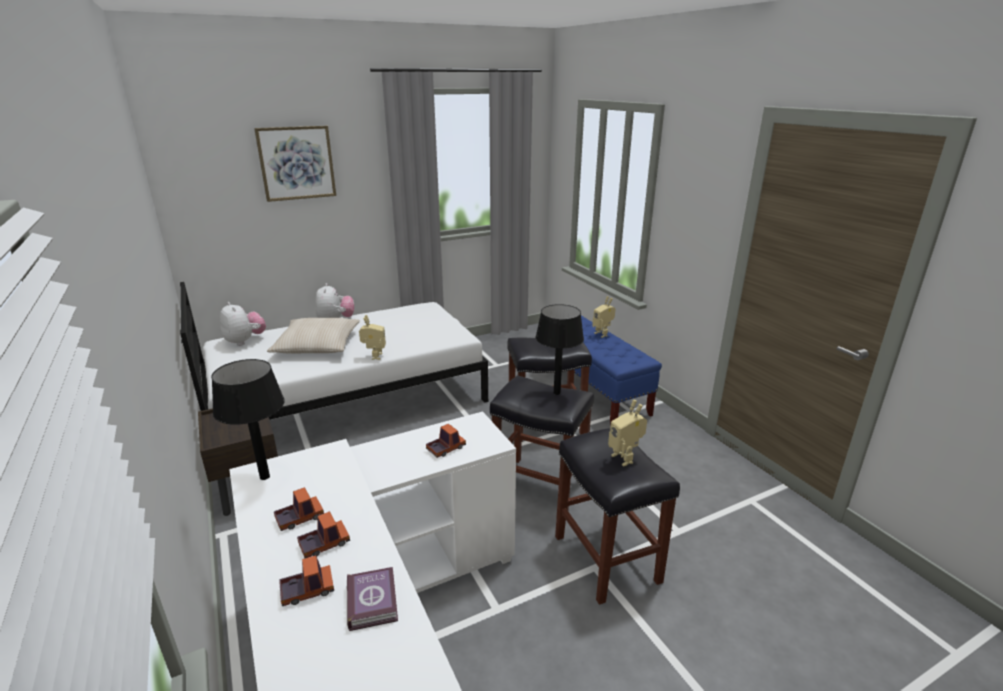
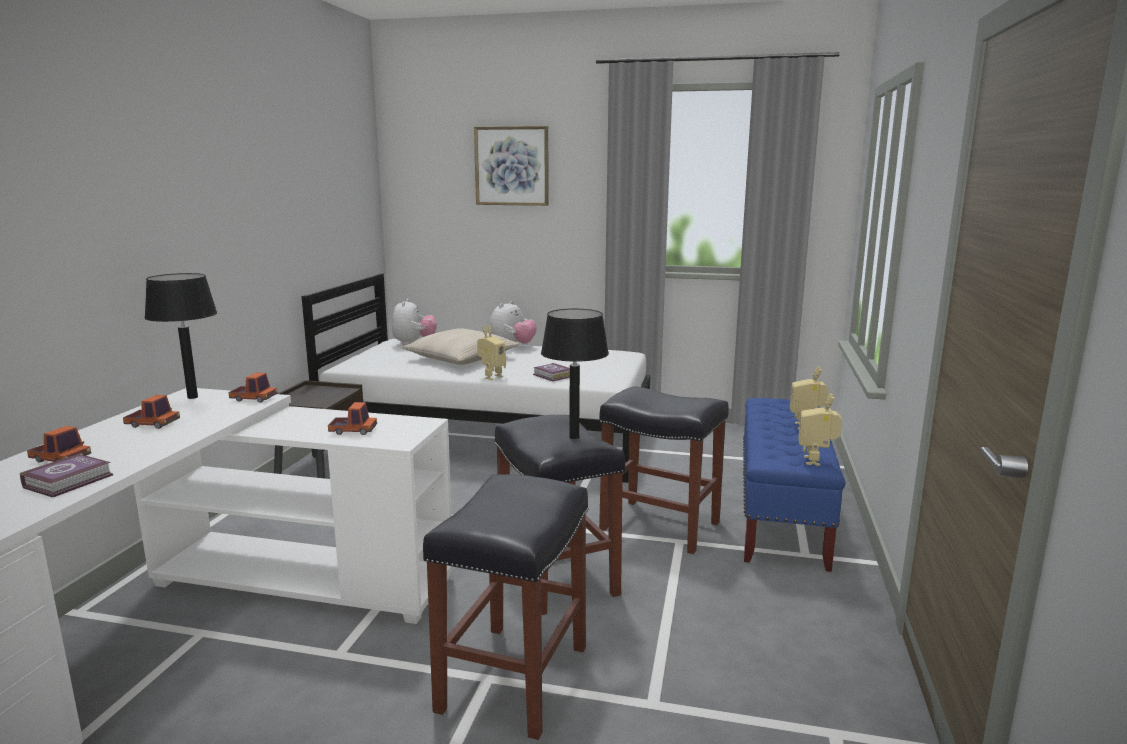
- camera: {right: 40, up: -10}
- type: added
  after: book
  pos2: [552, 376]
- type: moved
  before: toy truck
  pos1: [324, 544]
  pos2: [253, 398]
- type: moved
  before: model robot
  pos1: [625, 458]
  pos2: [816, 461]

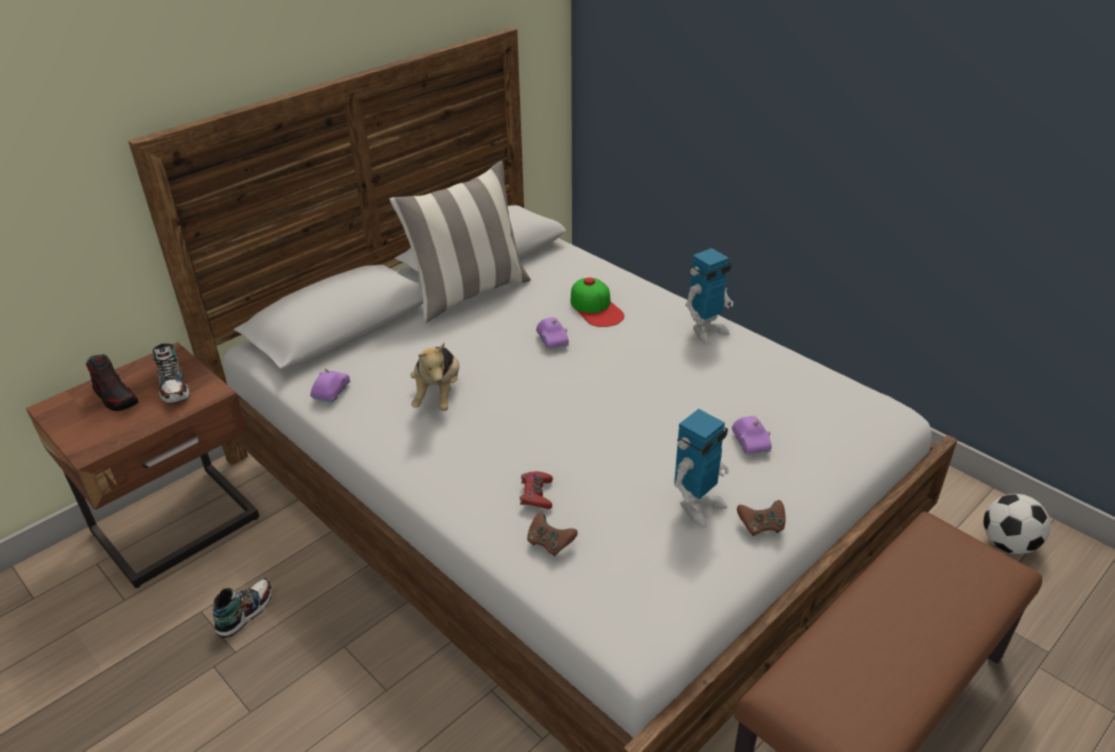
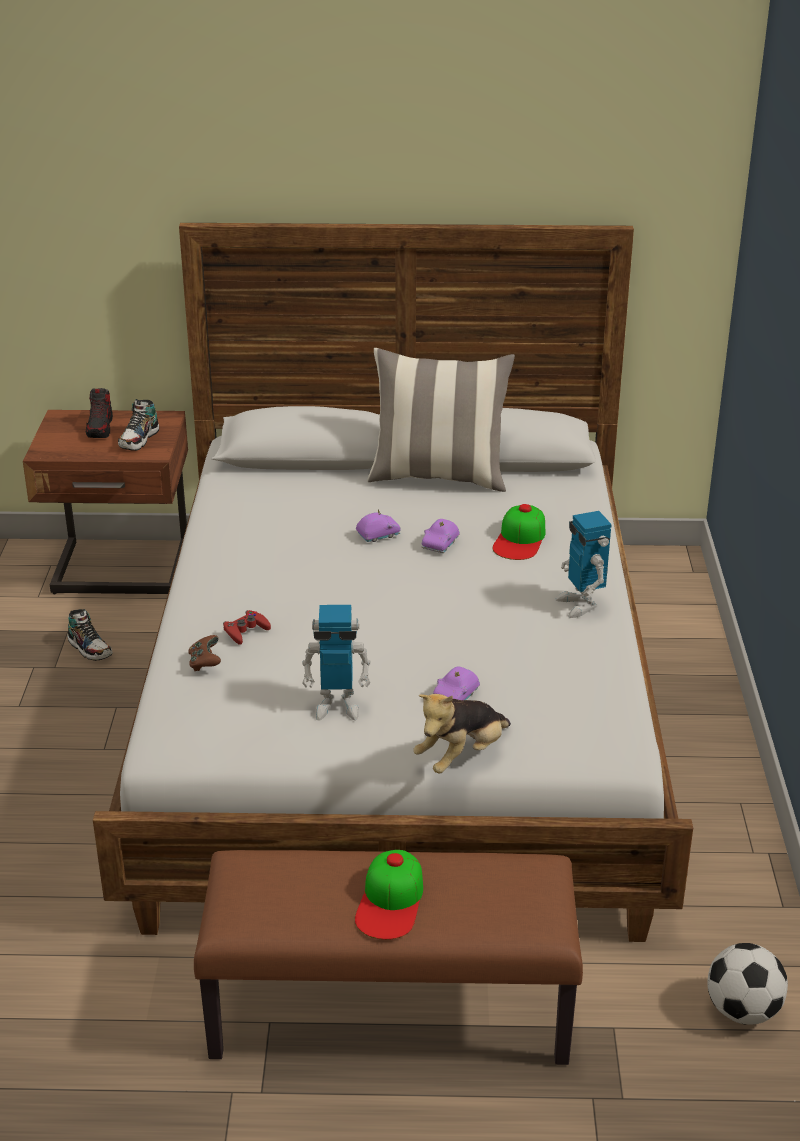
- camera: {right: 45, up: -5}
- type: removed
  before: brown-coloured gamepad
  pos1: [761, 526]
- type: added
  after: baseball cap
  pos2: [390, 901]
- type: moved
  before: purple model car
  pos1: [330, 392]
  pos2: [377, 535]
- type: moved
  before: cuddly toy
  pos1: [438, 394]
  pos2: [461, 756]
- type: turned
  before: shoe
  pos1: [245, 612]
  pos2: [90, 648]
  turn: 60
- type: turned
  before: model robot
  pos1: [706, 331]
  pos2: [580, 604]
  turn: 60

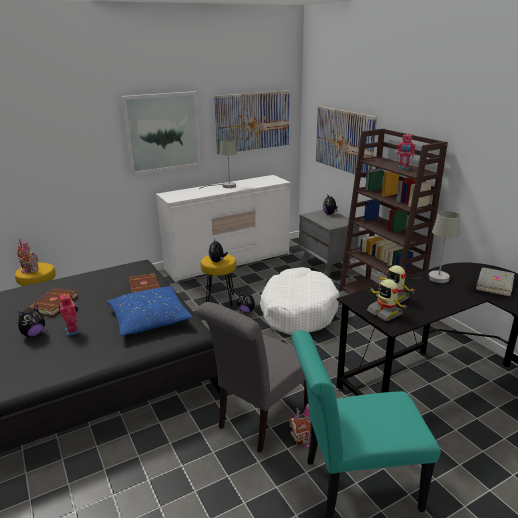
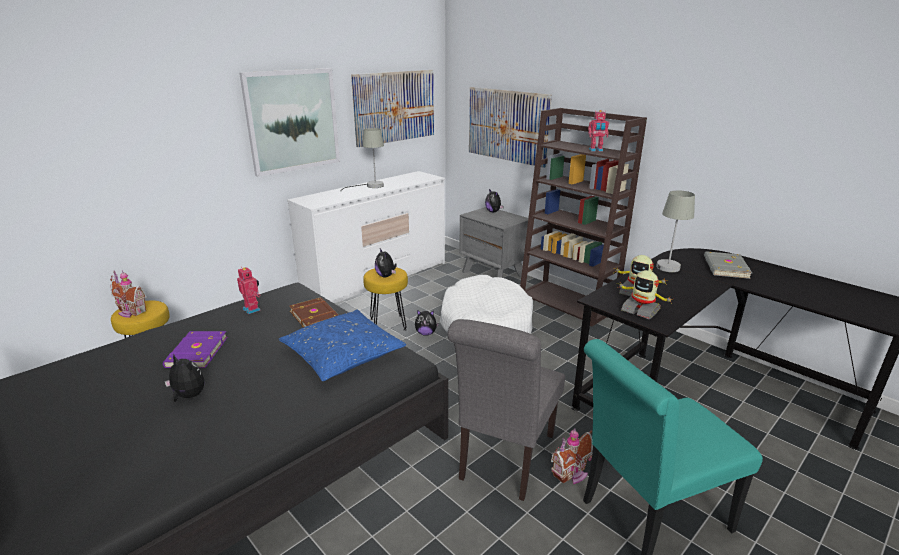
- camera: {right: -15, up: 0}
- type: moved
  before: model robot
  pos1: [73, 331]
  pos2: [252, 309]
- type: recoloured
  before: brown-coloured book
  after: purple book
  pos1: [53, 304]
  pos2: [196, 352]
- type: turned
  before: cuddly toy
  pos1: [33, 334]
  pos2: [188, 396]
  turn: -90

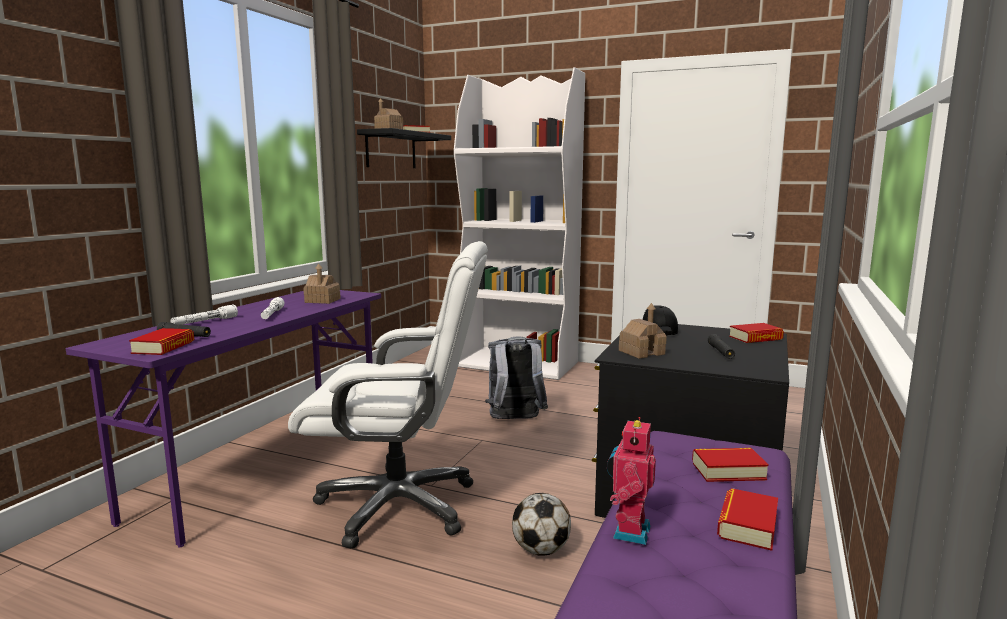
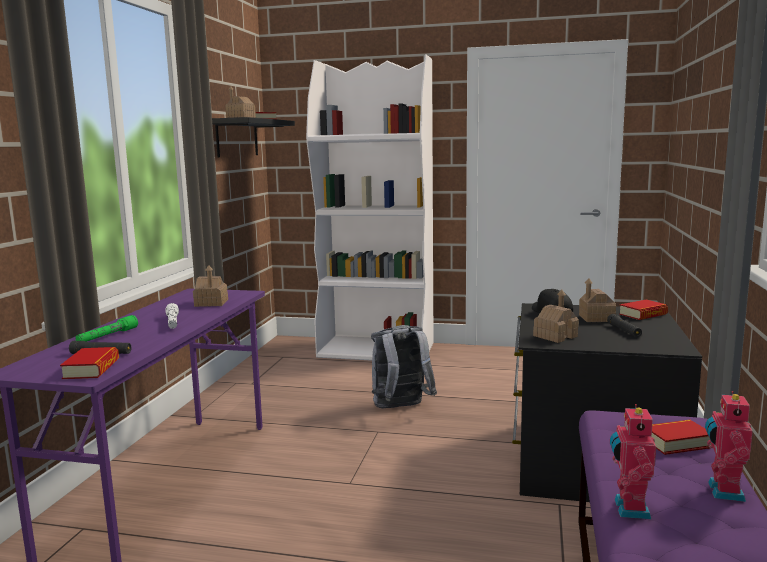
- camera: {right: -10, up: 0}
- type: removed
  before: white computer chair
  pos1: [399, 505]
- type: removed
  before: football
  pos1: [541, 550]
- type: added
  after: miniature house
  pos2: [596, 318]
- type: replaced
  before: book
  after: model robot
  pos1: [747, 525]
  pos2: [723, 491]
- type: recoloured
  before: white flashlight
  after: green flashlight
  pos1: [205, 322]
  pos2: [107, 336]

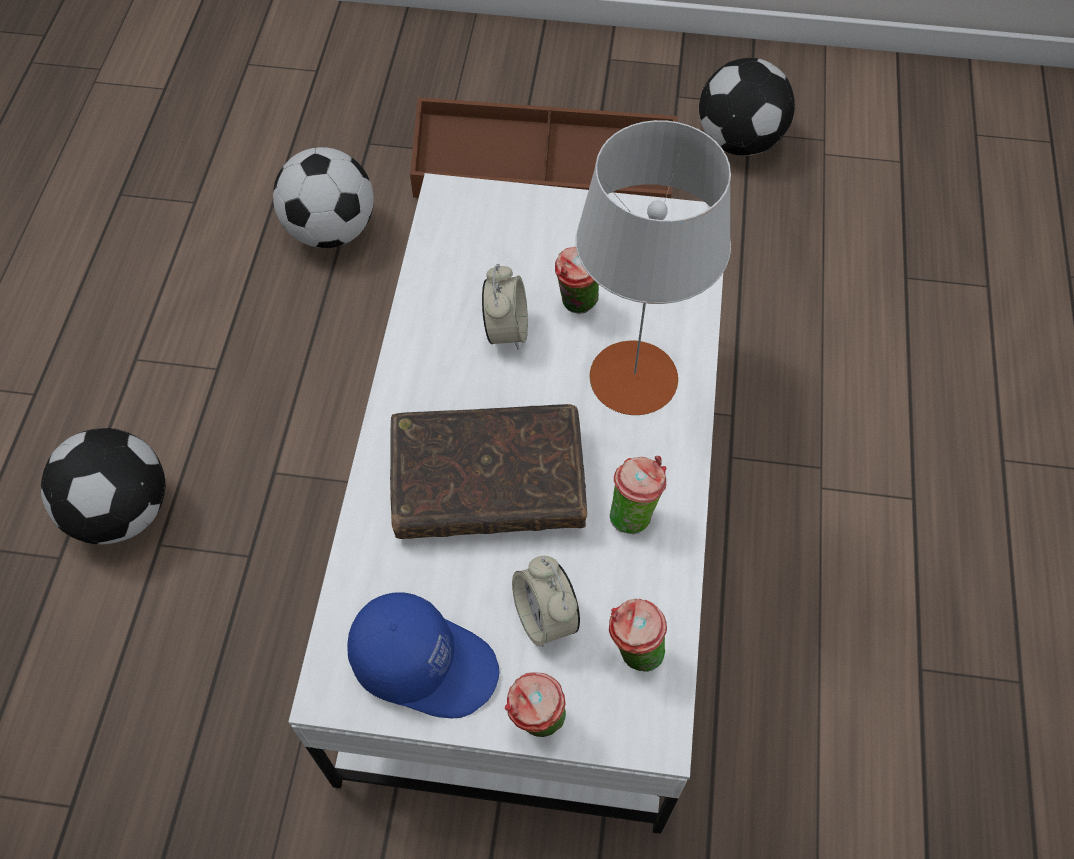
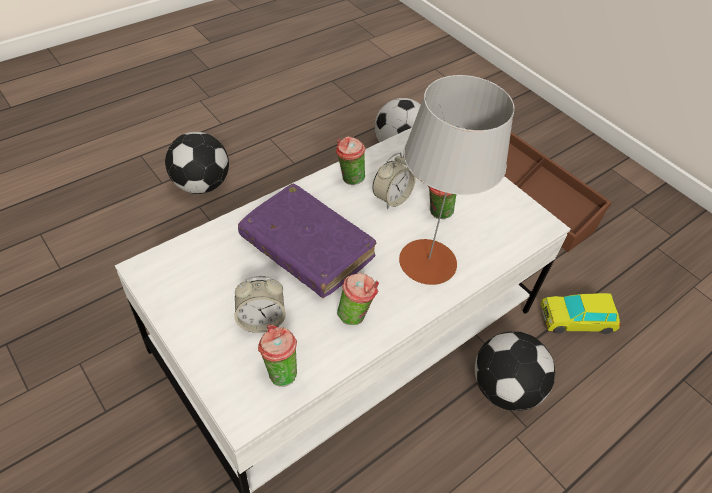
- camera: {right: 40, up: -10}
- type: removed
  before: bluish baseball cap
  pos1: [425, 661]
- type: added
  after: model car
  pos2: [576, 320]
- type: moved
  before: drinking cup
  pos1: [536, 724]
  pos2: [348, 179]
- type: moved
  before: football
  pos1: [740, 141]
  pos2: [505, 389]
- type: recoloured
  before: brown-coloured book
  after: purple book
  pos1: [488, 482]
  pos2: [307, 248]
- type: turned
  before: table clock
  pos1: [545, 617]
  pos2: [261, 320]
  turn: -120

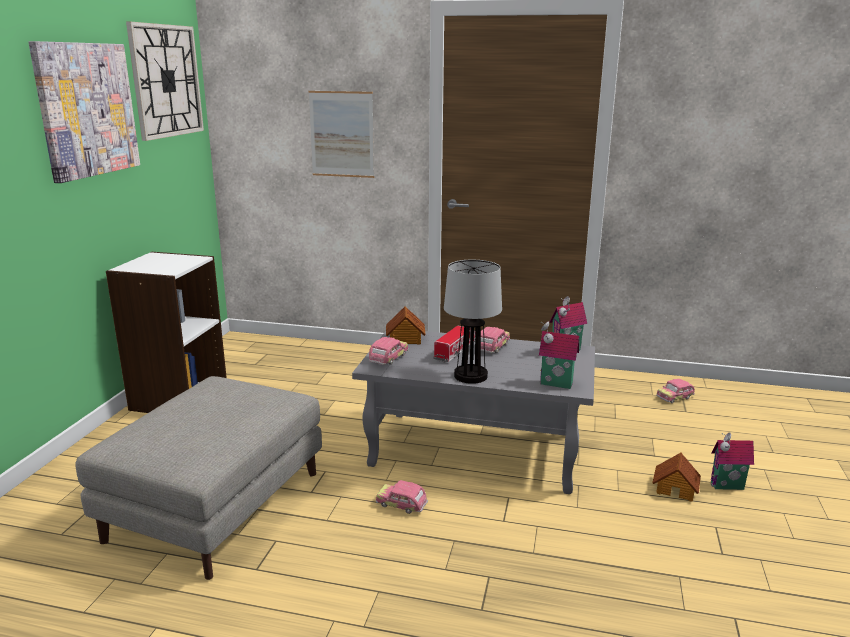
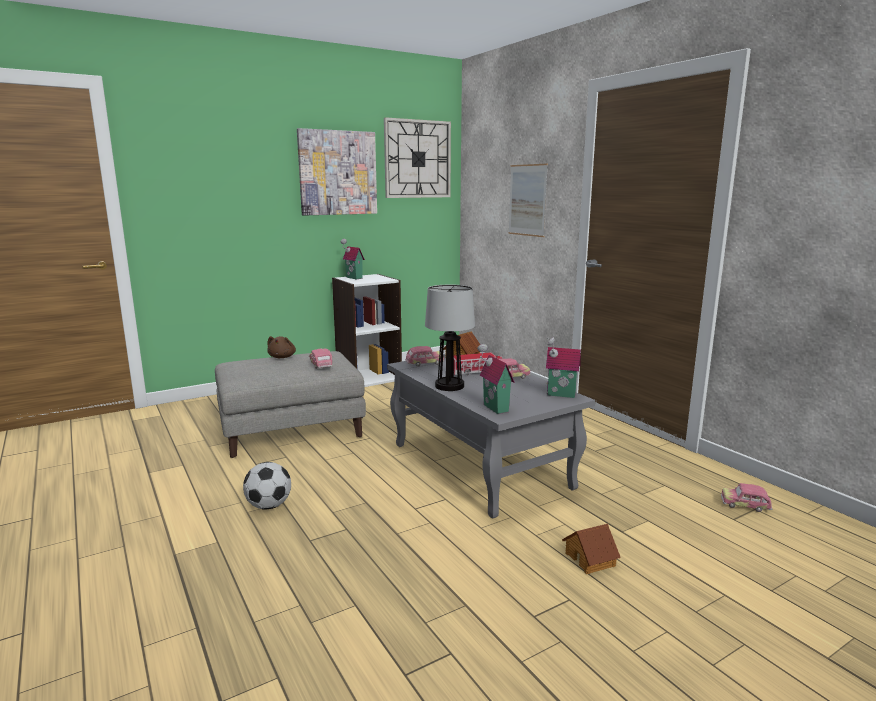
- camera: {right: 45, up: -5}
- type: added
  after: football
  pos2: [269, 506]
- type: added
  after: brown-coloured cuddly toy
  pos2: [282, 357]
- type: moved
  before: model car
  pos1: [401, 505]
  pos2: [321, 365]
- type: moved
  before: miniature house
  pos1: [727, 487]
  pos2: [353, 278]

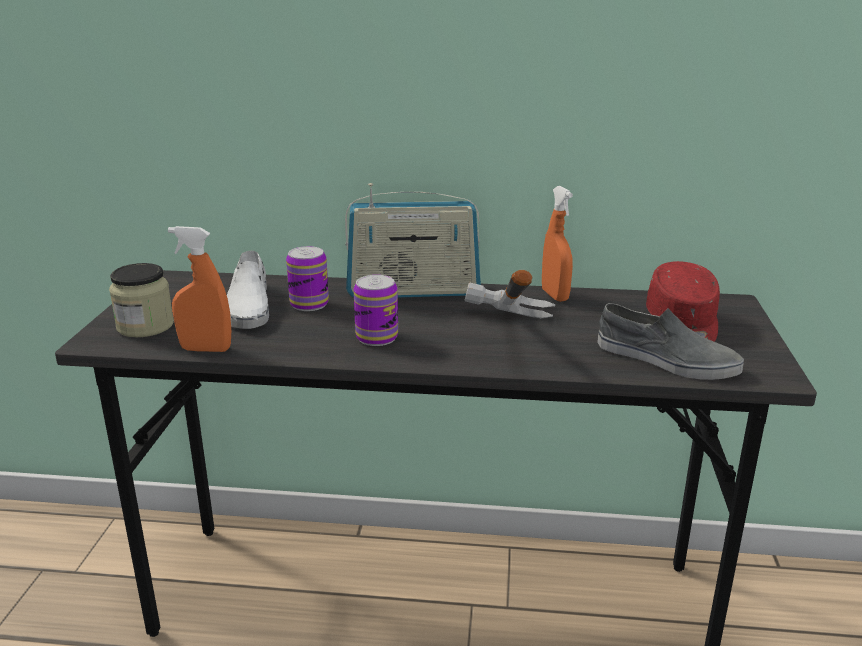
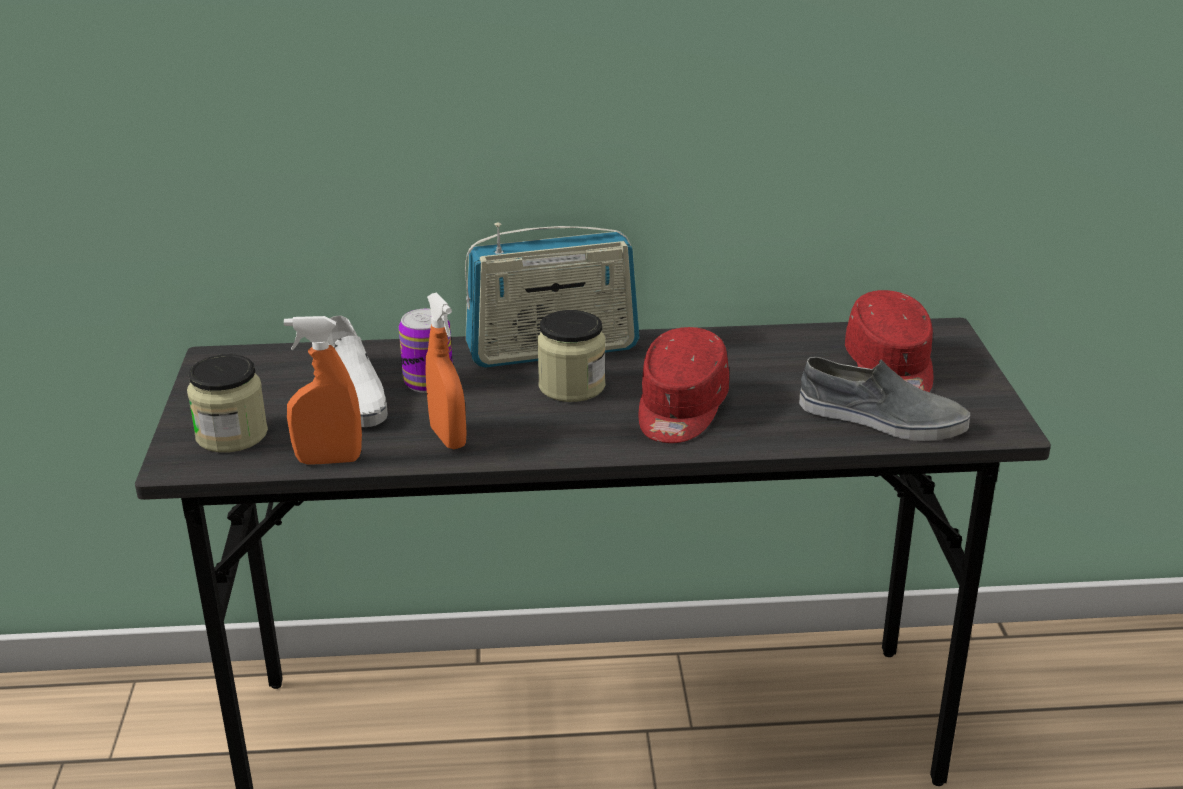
- camera: {right: -10, up: 5}
- type: removed
  before: sealed can
  pos1: [377, 338]
- type: added
  after: storage jar
  pos2: [572, 386]
- type: moved
  before: orange sprayer
  pos1: [555, 295]
  pos2: [448, 438]
- type: replaced
  before: tool hammer
  after: red-coloured baseball cap
  pos1: [497, 339]
  pos2: [680, 409]

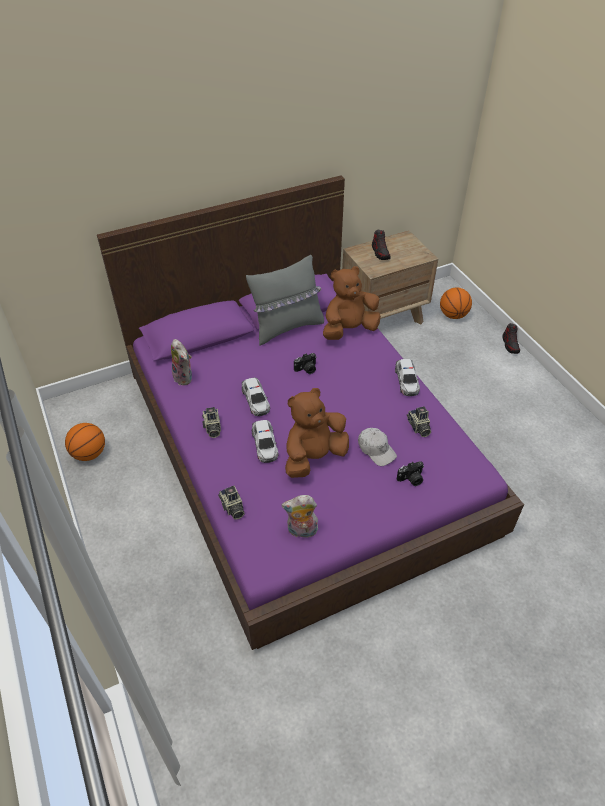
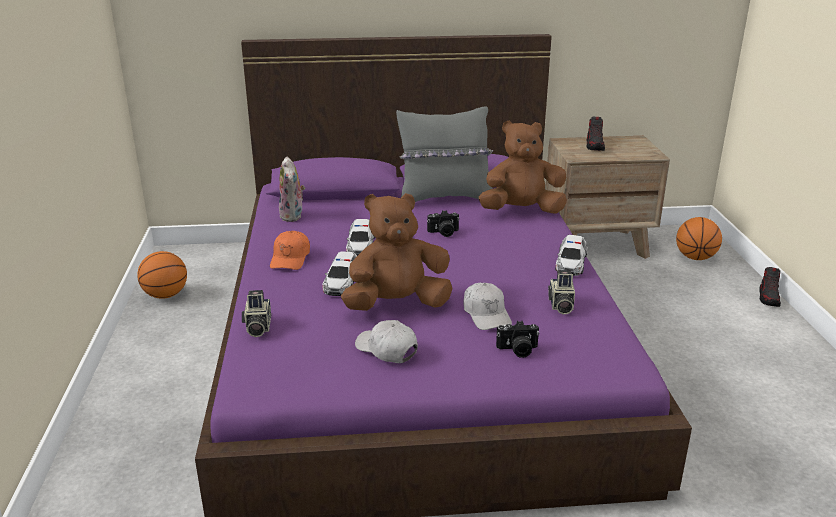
- camera: {right: 20, up: -20}
- type: removed
  before: cuddly toy
  pos1: [301, 531]
- type: added
  after: white baseball cap
  pos2: [387, 349]
- type: replaced
  before: photo camera
  after: orange baseball cap
  pos1: [212, 428]
  pos2: [290, 258]

